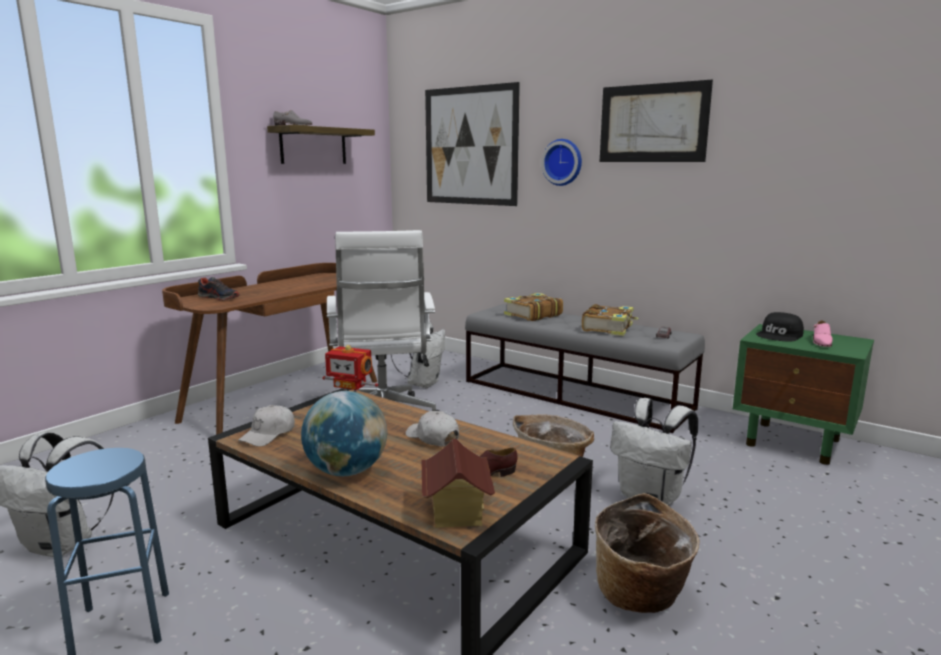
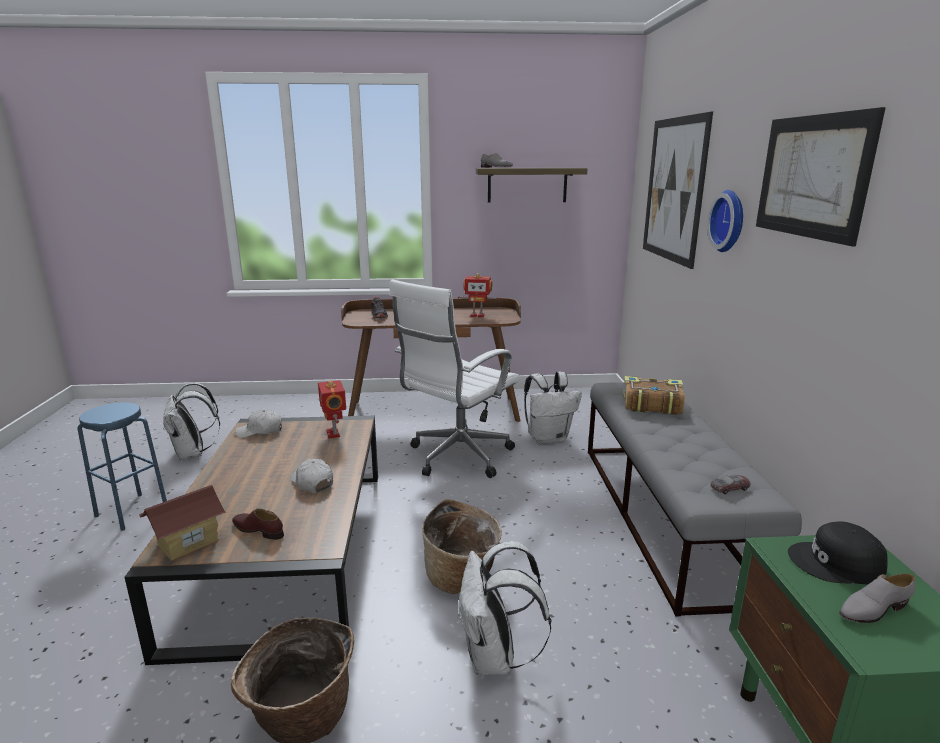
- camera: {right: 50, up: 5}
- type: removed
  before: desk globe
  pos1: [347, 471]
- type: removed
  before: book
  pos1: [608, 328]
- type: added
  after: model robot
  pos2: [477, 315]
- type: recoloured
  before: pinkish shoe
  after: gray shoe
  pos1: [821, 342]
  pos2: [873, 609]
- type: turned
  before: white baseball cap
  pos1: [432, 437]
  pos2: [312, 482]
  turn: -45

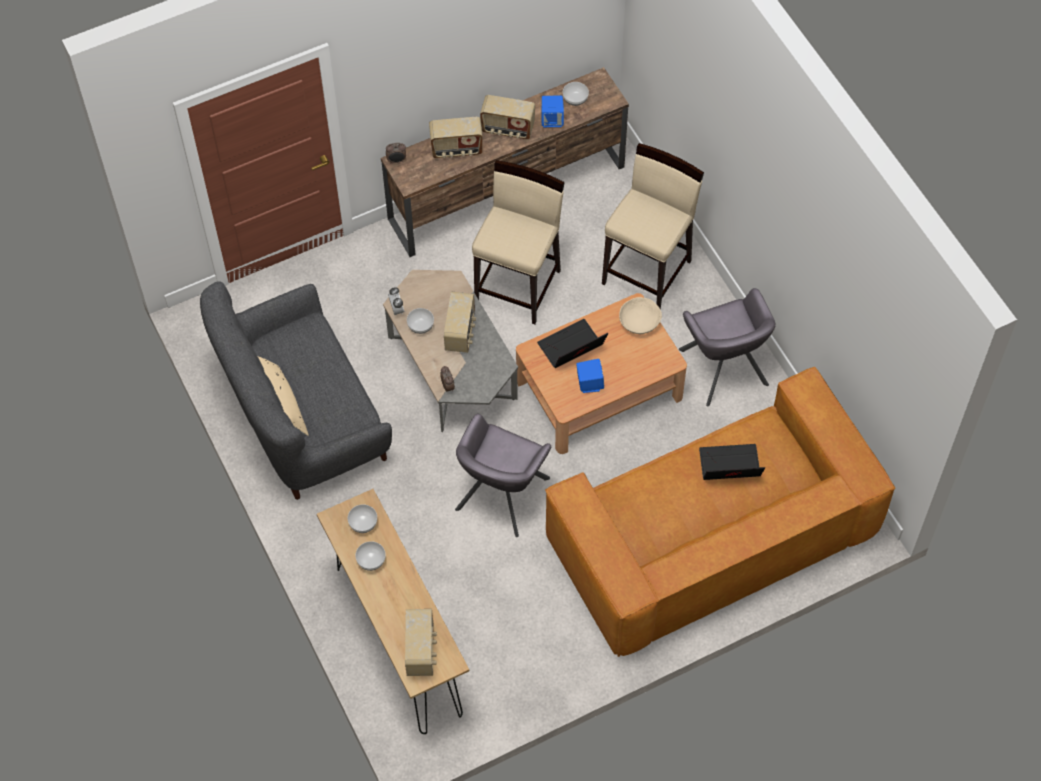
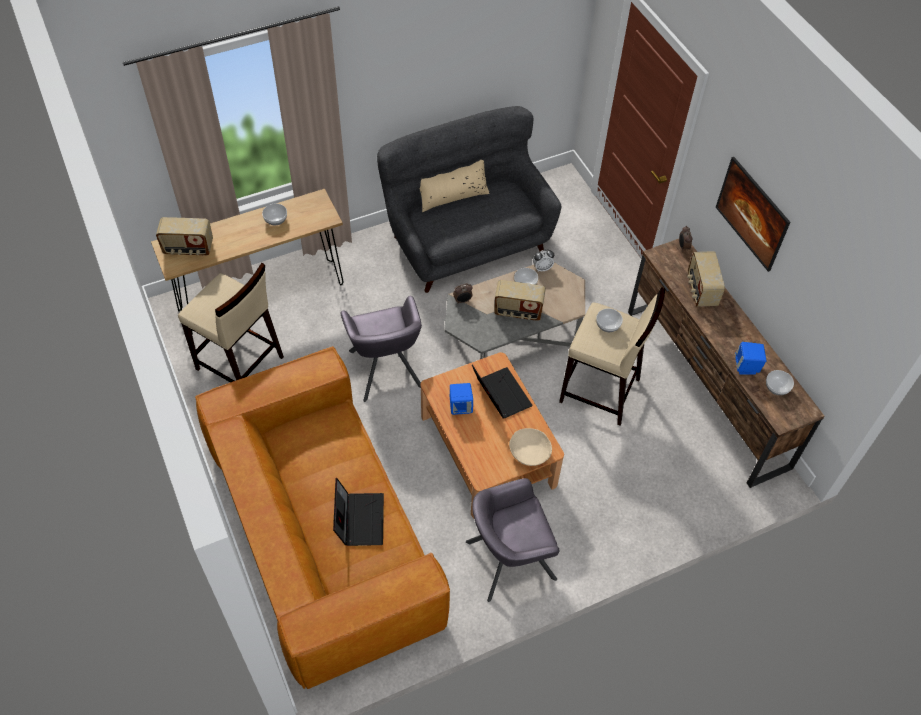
- camera: {right: 90, up: -5}
- type: removed
  before: radio set
  pos1: [507, 129]
- type: added
  after: picture
  pos2: [747, 226]
- type: moved
  before: serving bowl
  pos1: [363, 523]
  pos2: [608, 326]
- type: moved
  before: sand-coloured stool seat
  pos1: [647, 271]
  pos2: [240, 364]
- type: turned
  before: gray lounge chair
  pos1: [501, 494]
  pos2: [385, 369]
  turn: -135

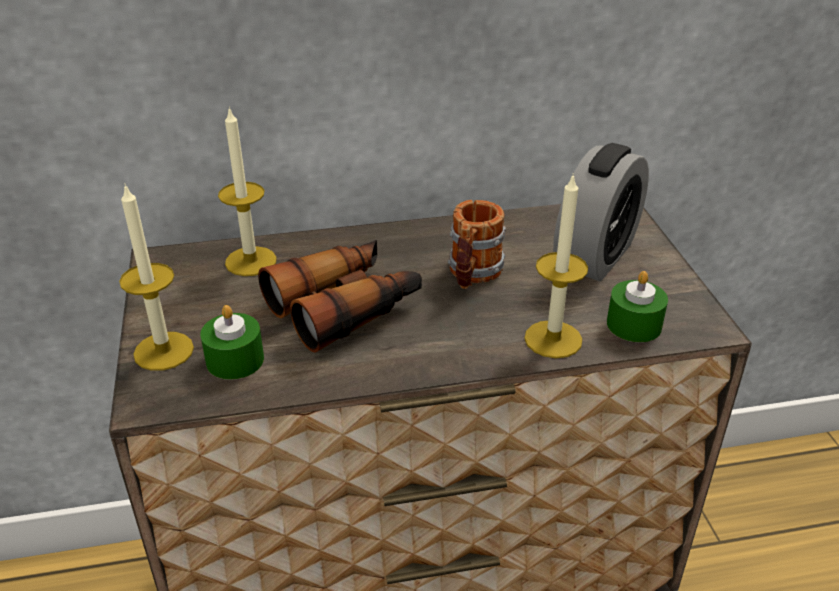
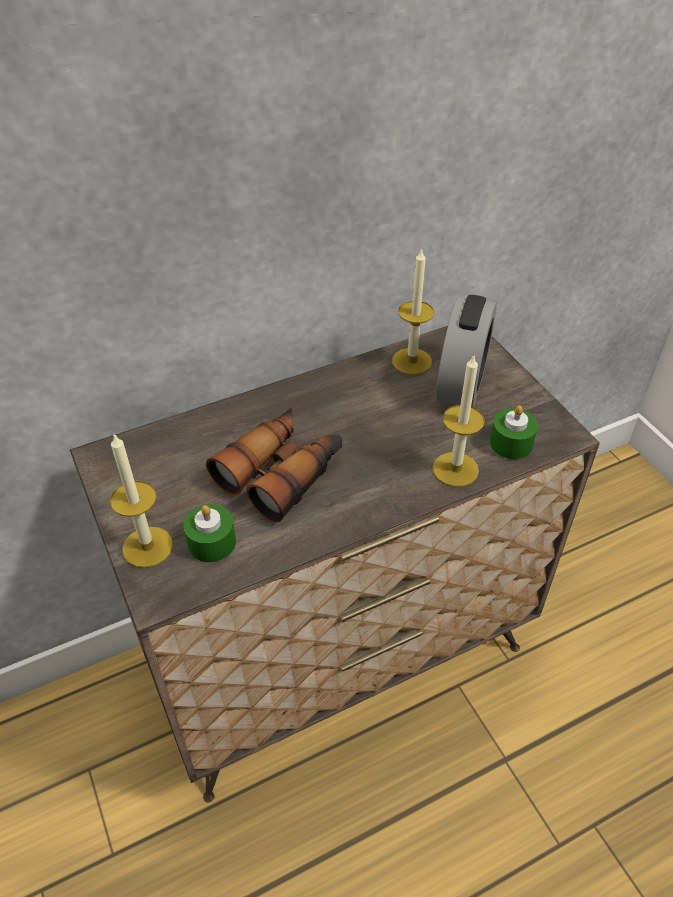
- camera: {right: -15, up: 10}
- type: removed
  before: tea mug
  pos1: [472, 275]
- type: moved
  before: wax candle
  pos1: [251, 261]
  pos2: [411, 361]

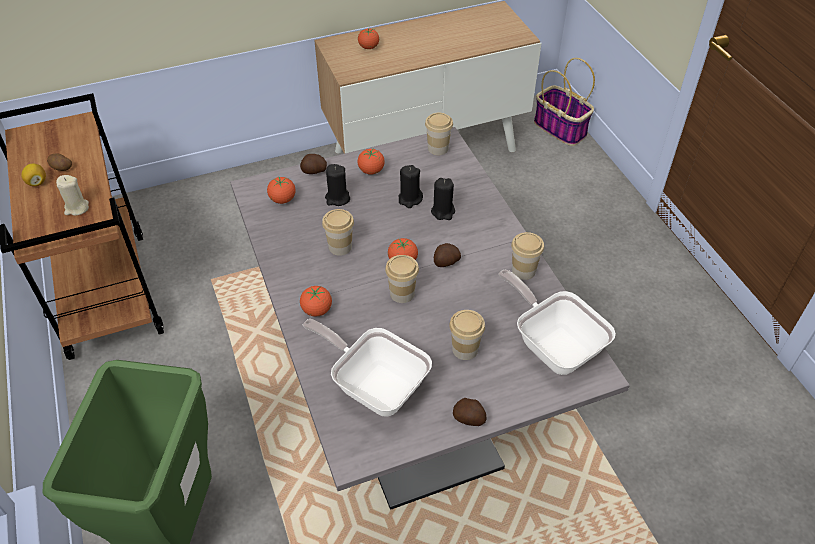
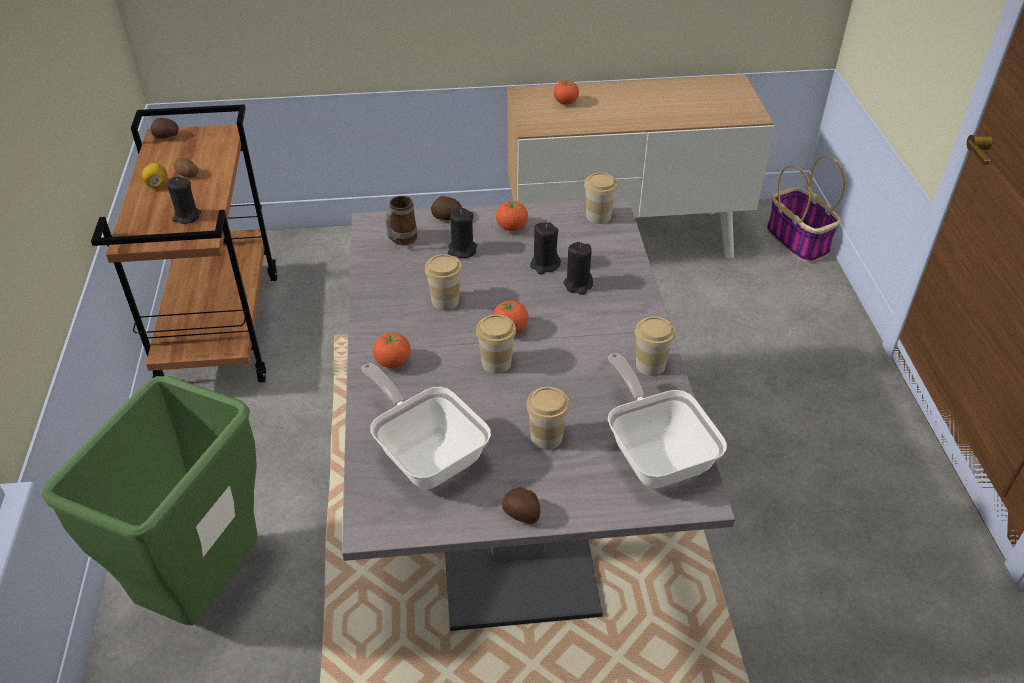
- camera: {right: 15, up: -5}
- type: moved
  before: potato
  pos1: [445, 262]
  pos2: [166, 137]
- type: replaced
  before: fresh tomato
  after: tea mug
  pos1: [282, 199]
  pos2: [401, 241]
- type: recoloured
  before: sand-coloured wax candle
  after: black wax candle
  pos1: [76, 208]
  pos2: [186, 216]

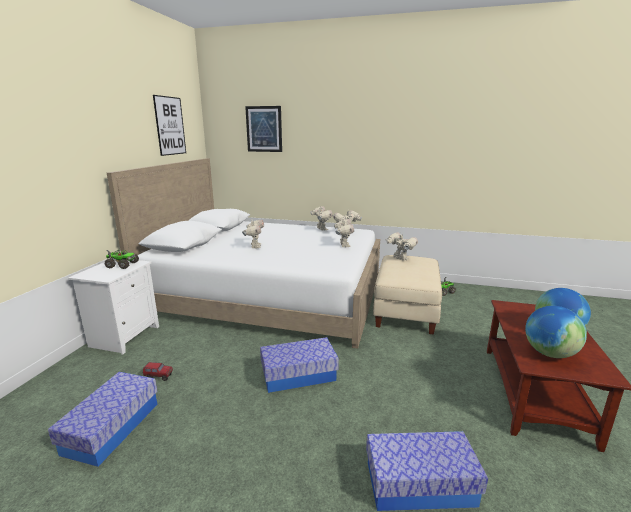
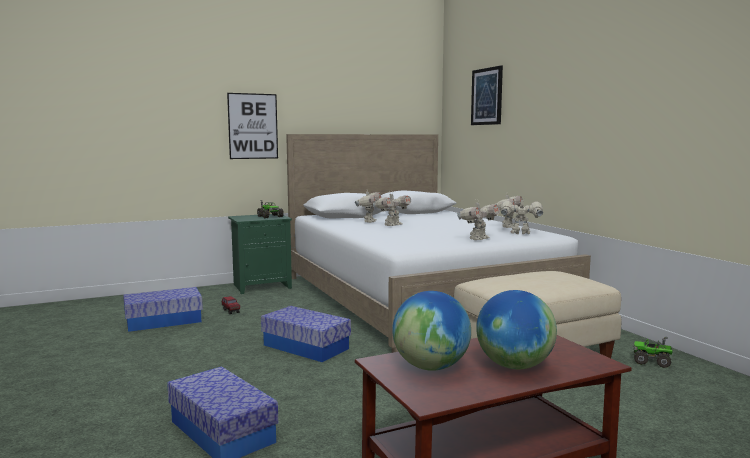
- camera: {right: 50, up: -10}
- type: moved
  before: picture
  pos1: [170, 126]
  pos2: [253, 126]
- type: moved
  before: model robot
  pos1: [400, 259]
  pos2: [369, 222]
- type: recoloured
  before: white bedside table
  after: green bedside table
  pos1: [124, 336]
  pos2: [262, 286]

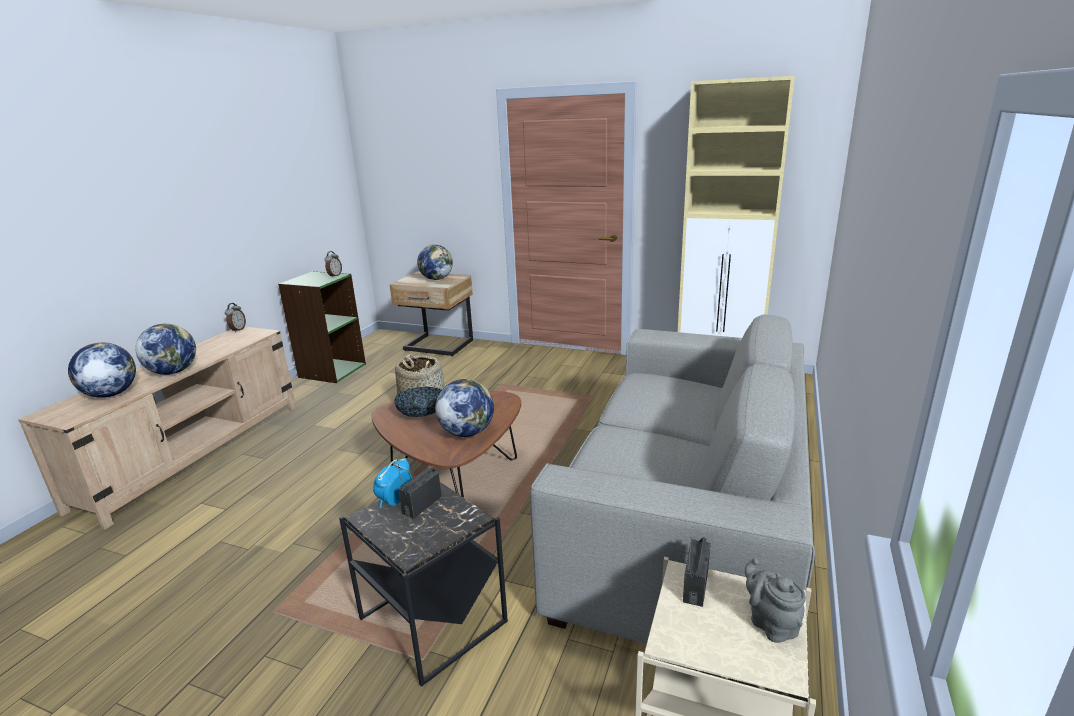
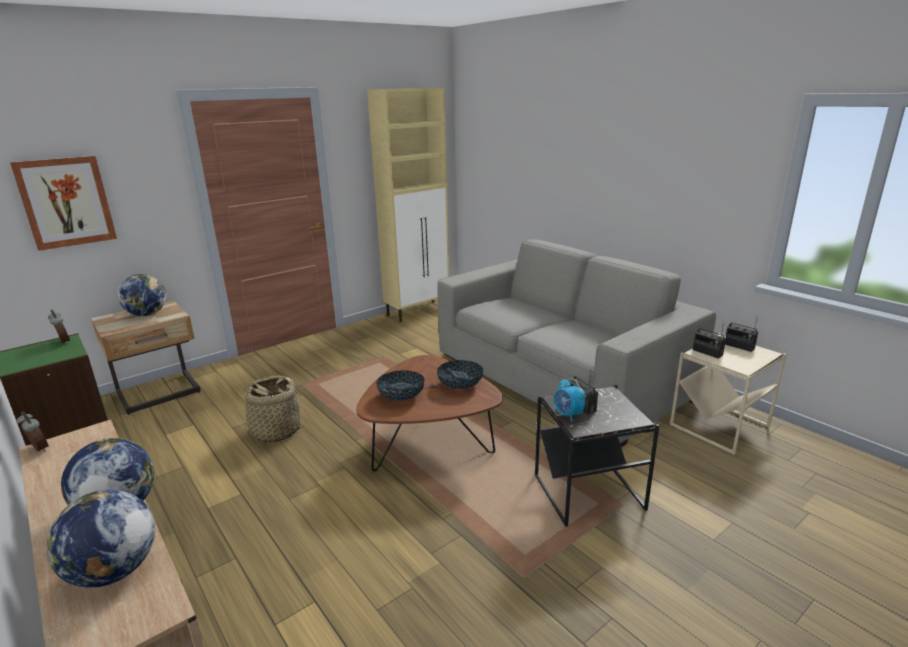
- camera: {right: -60, up: 0}
- type: added
  after: picture
  pos2: [66, 202]
- type: replaced
  before: desk globe
  after: serving bowl
  pos1: [467, 432]
  pos2: [460, 385]
- type: replaced
  before: gray pot for tea
  after: radio set
  pos1: [770, 623]
  pos2: [739, 346]

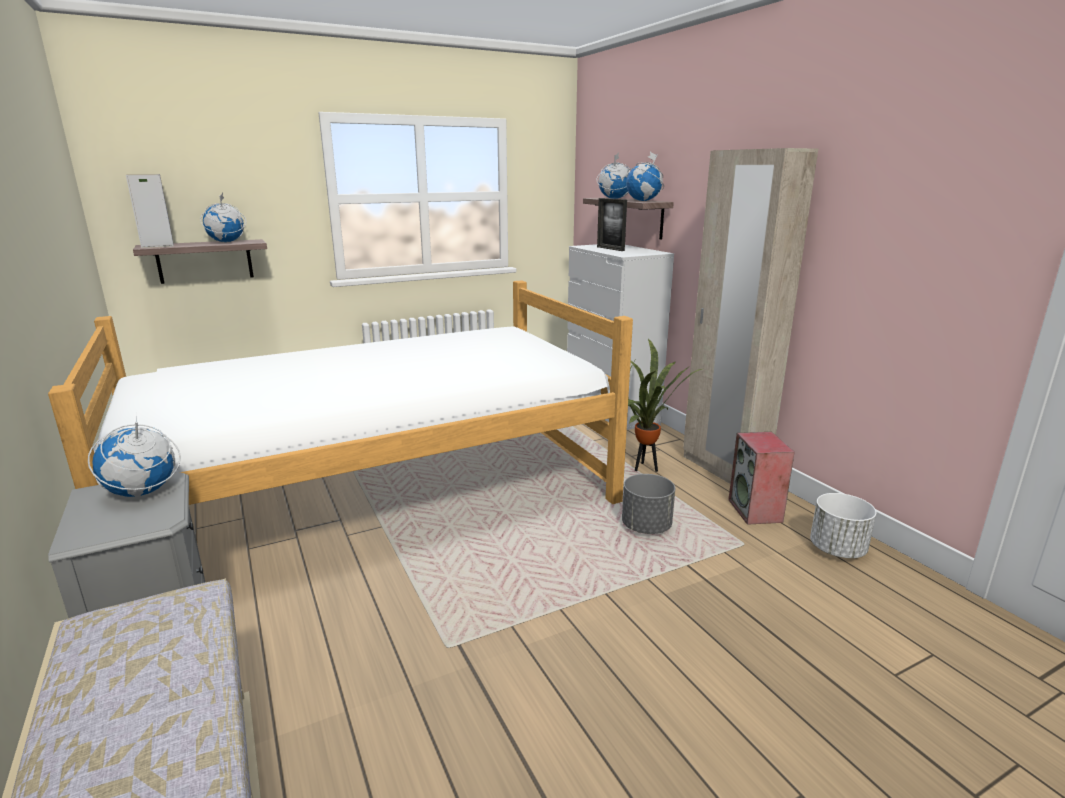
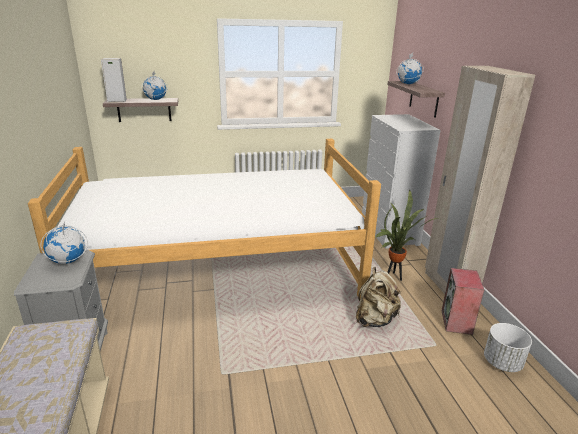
- camera: {right: 15, up: 5}
- type: removed
  before: picture frame
  pos1: [610, 249]
- type: removed
  before: desk globe
  pos1: [643, 201]
- type: replaced
  before: gray flower pot
  after: sand-coloured knapsack
  pos1: [646, 527]
  pos2: [375, 319]

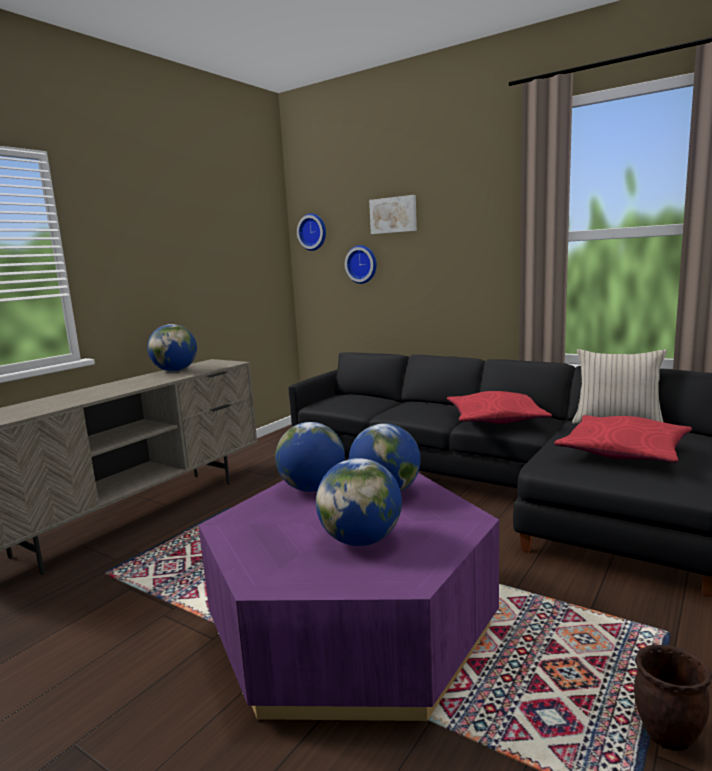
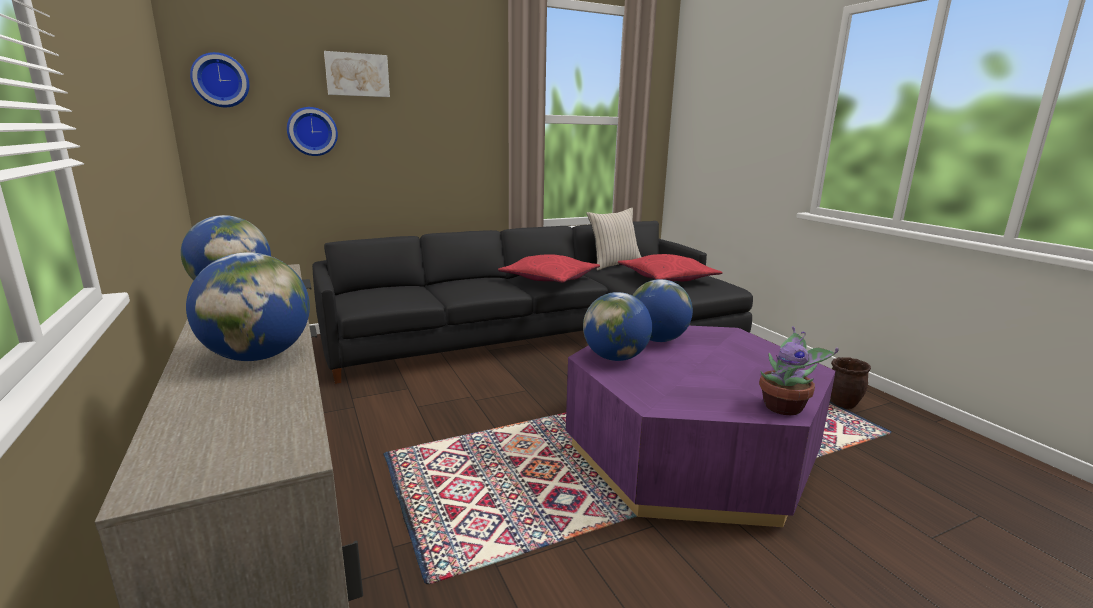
- camera: {right: -60, up: 5}
- type: added
  after: plant in a pot
  pos2: [785, 407]
- type: moved
  before: desk globe
  pos1: [360, 540]
  pos2: [258, 356]

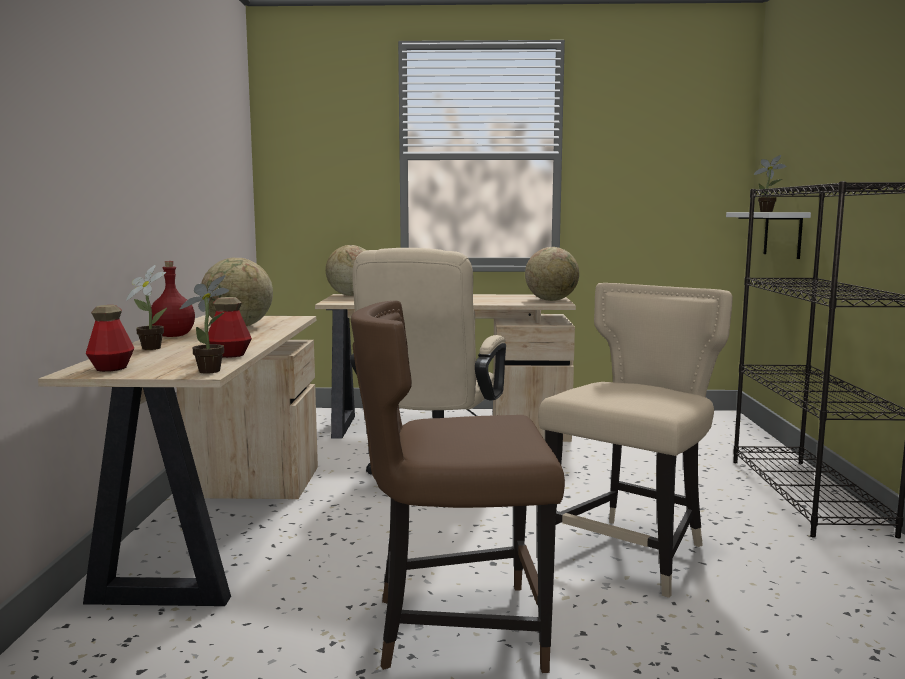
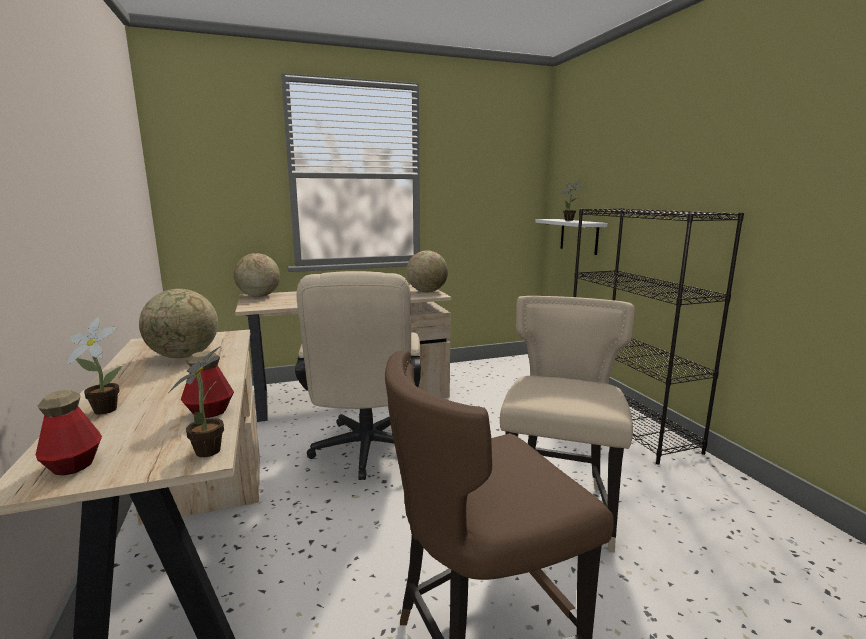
- camera: {right: -20, up: 5}
- type: removed
  before: red-coloured drink bottle
  pos1: [173, 336]

